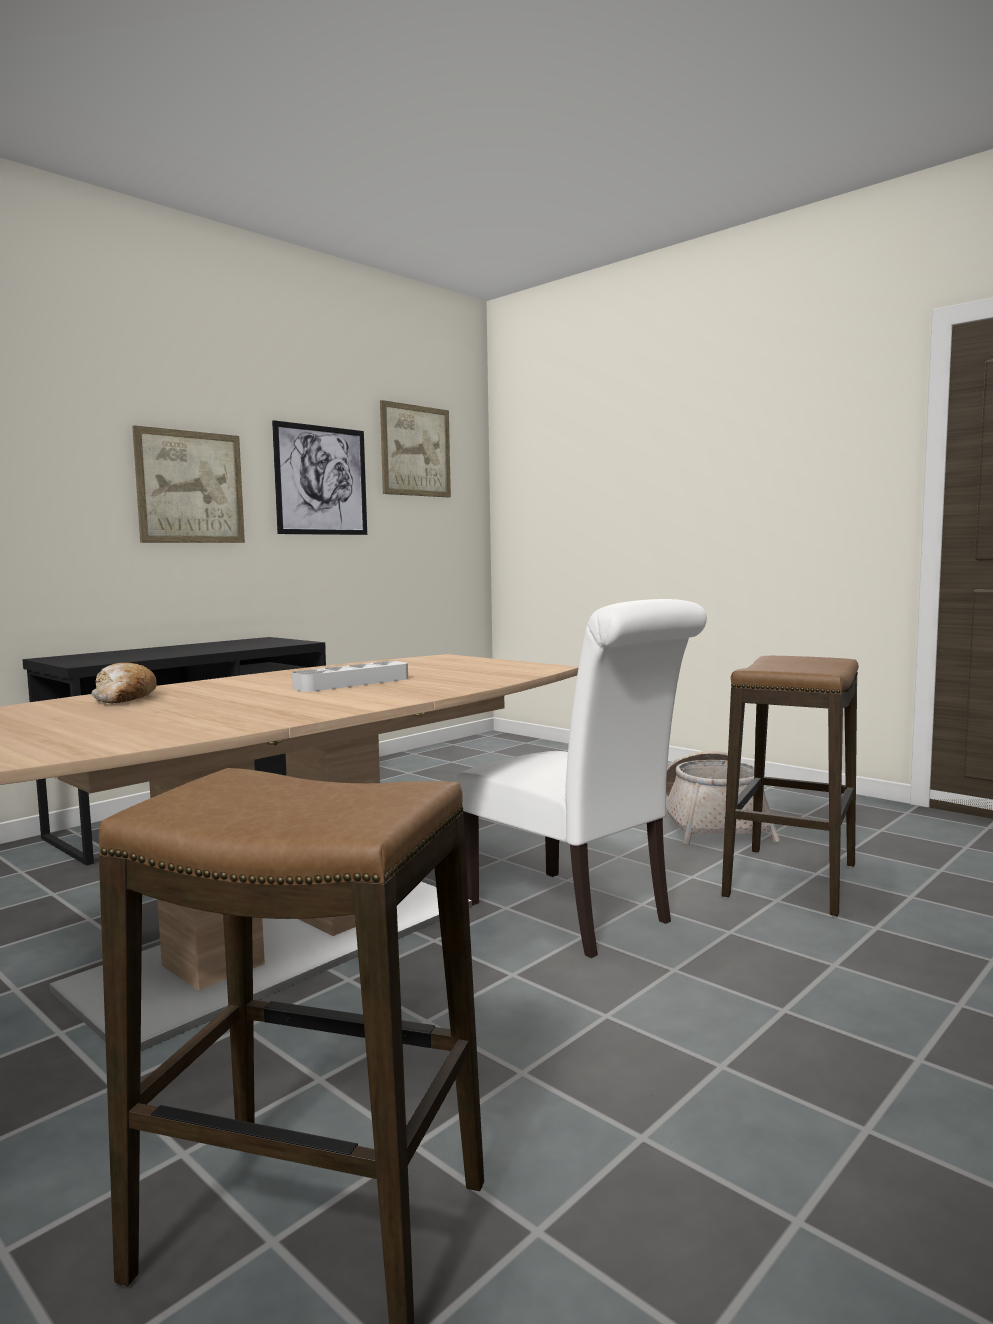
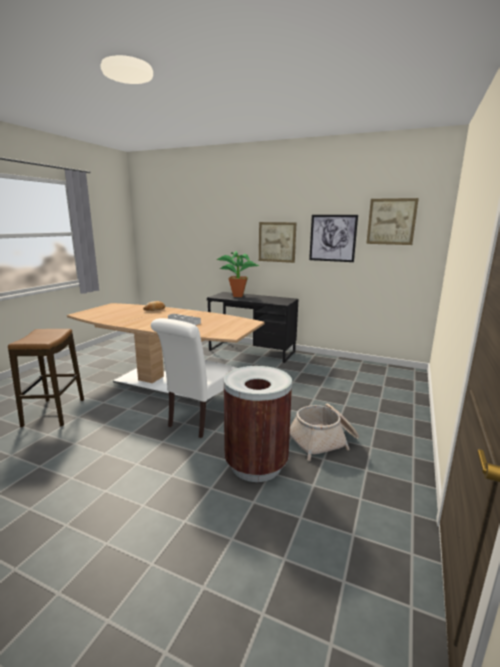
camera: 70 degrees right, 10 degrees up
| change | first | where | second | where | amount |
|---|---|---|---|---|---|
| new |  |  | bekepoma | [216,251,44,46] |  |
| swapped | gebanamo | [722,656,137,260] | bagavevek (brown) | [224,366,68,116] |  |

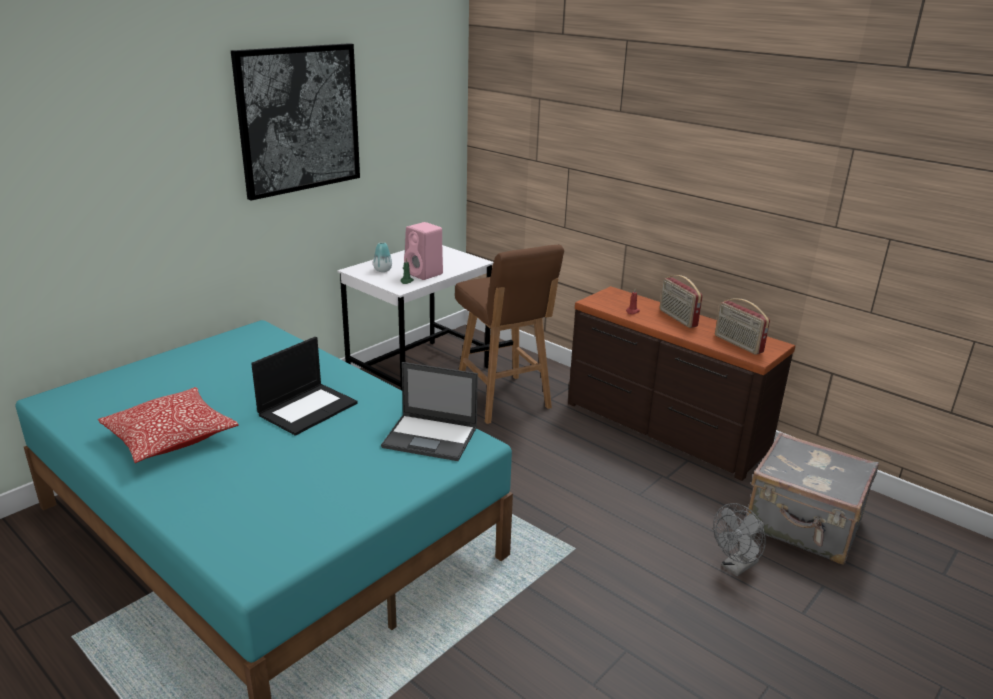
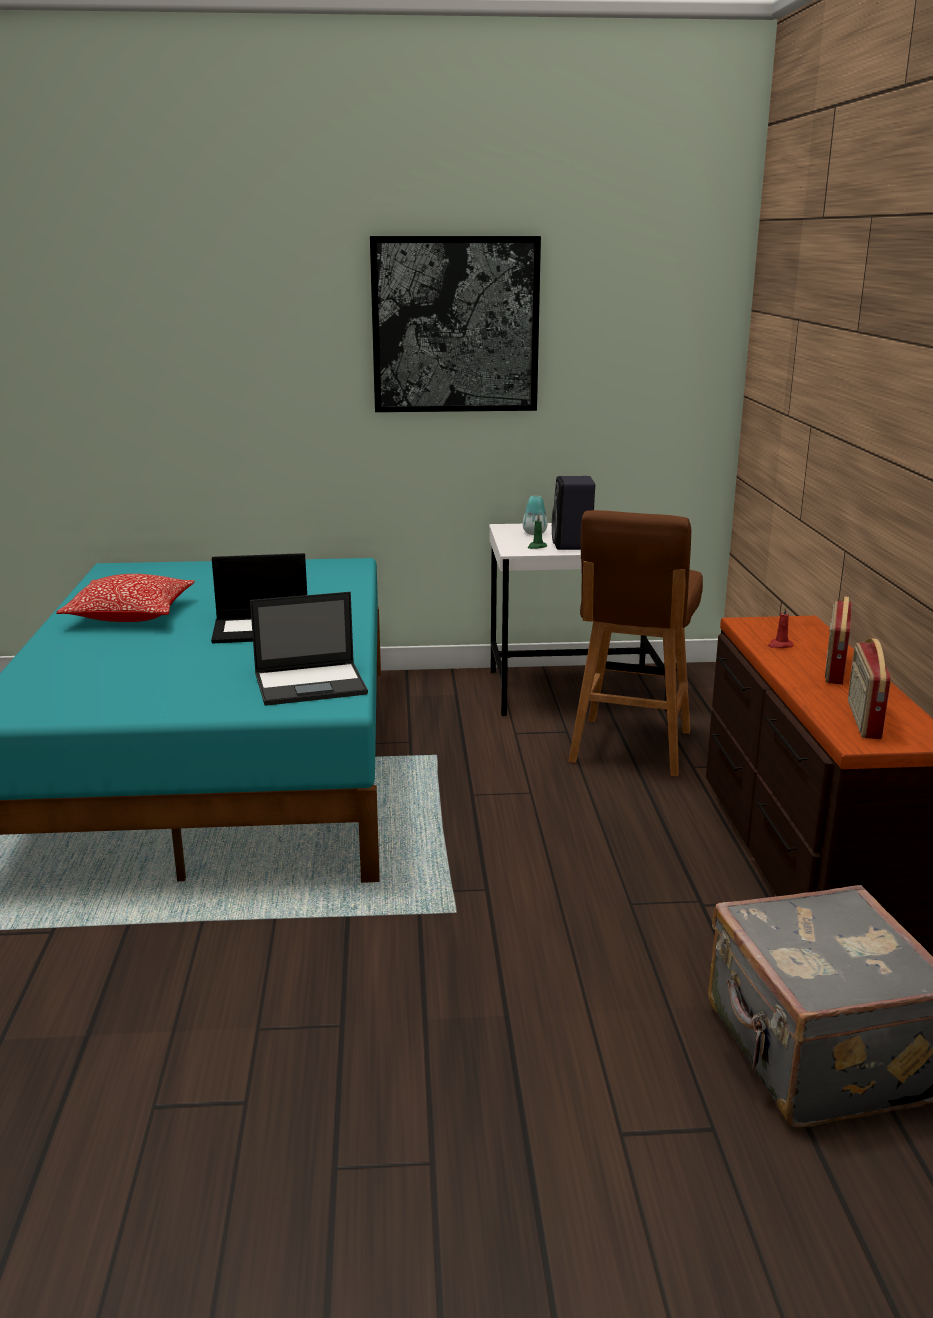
camera: 45 degrees right, 5 degrees down
| change | first | where | second | where | amount |
|---|---|---|---|---|---|
| rotated | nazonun | [381,362,97,99] |  | [250,592,118,114] | 75 degrees counterclockwise |
| repainted | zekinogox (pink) | [404,222,39,58] | zekinogox (black) | [552,476,43,74] |  |
| gone | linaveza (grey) | [713,503,53,73] |  |  |  |

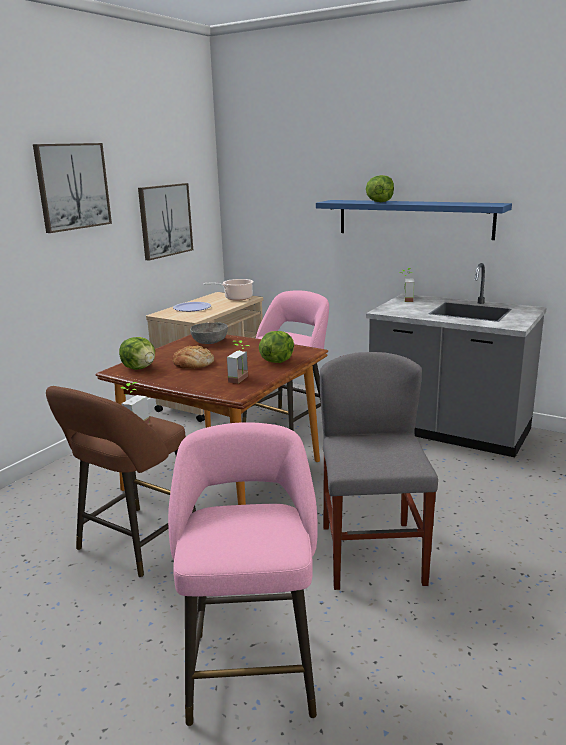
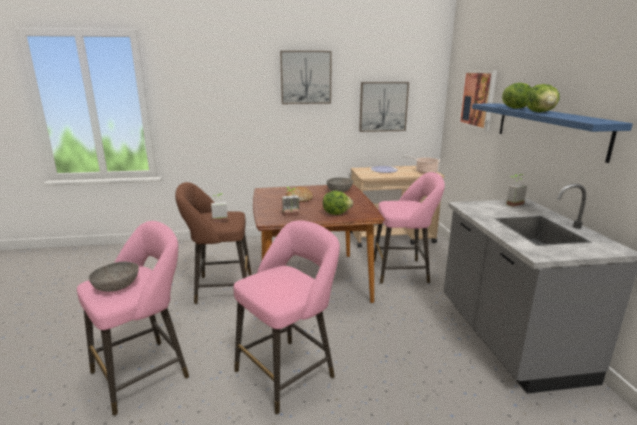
camera: 50 degrees right, 0 degrees up
| change | first | where | second | where | amount |
|---|---|---|---|---|---|
| new |  |  | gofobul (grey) | [89,262,50,30] |  |
| swapped | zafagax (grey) | [320,352,118,238] | gebanamo (pink) | [234,220,106,194] |  |
| new |  |  | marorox | [458,70,39,61] |  |
| shifted | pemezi | [119,337,36,33] |  | [526,84,34,28] |  |

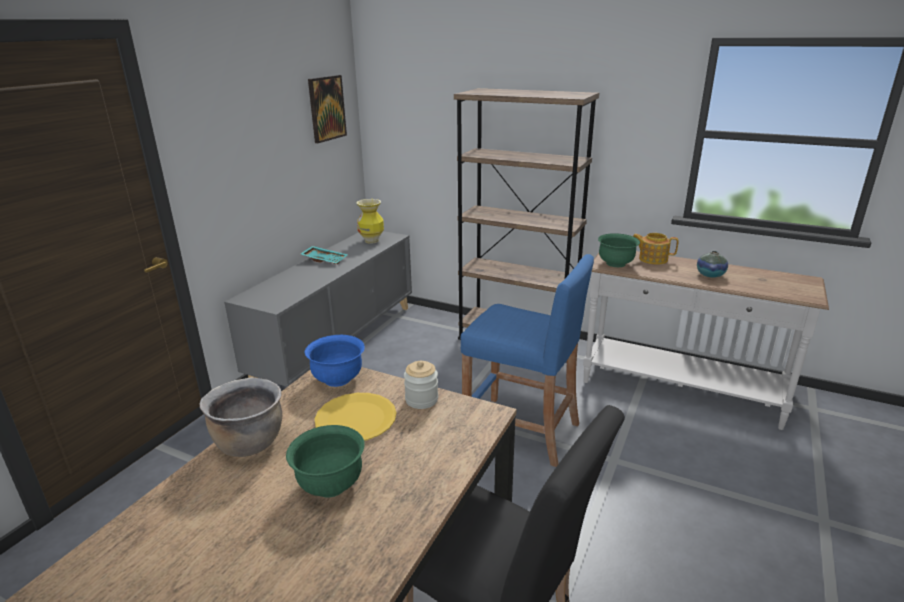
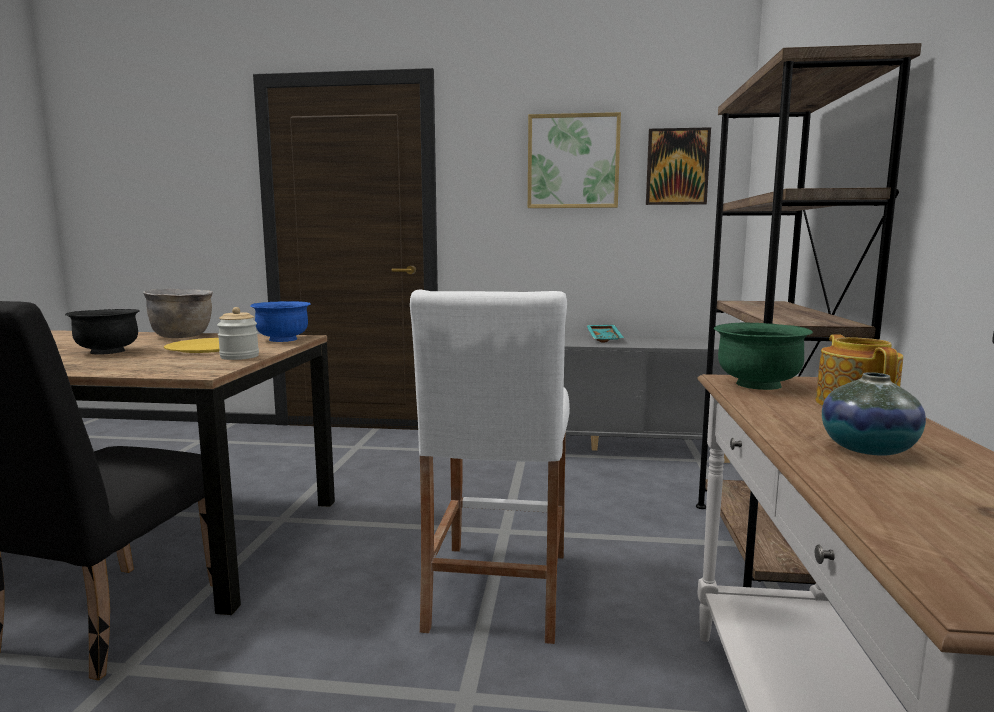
camera: 70 degrees right, 15 degrees down
| change | first | where | second | where | amount |
|---|---|---|---|---|---|
| repainted | gofobul (green) | [286,425,79,73] | gofobul (black) | [65,309,75,46] |  |
| repainted | gebanamo (blue) | [461,254,133,213] | gebanamo (white) | [410,289,160,355] |  |
| new |  |  | marorox | [528,112,93,96] |  |
| gone | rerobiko | [356,199,28,45] |  |  |  |

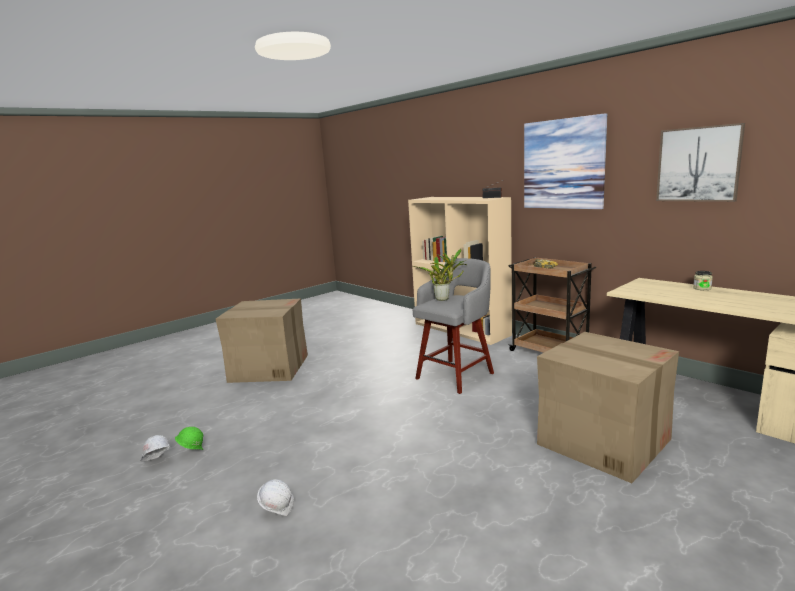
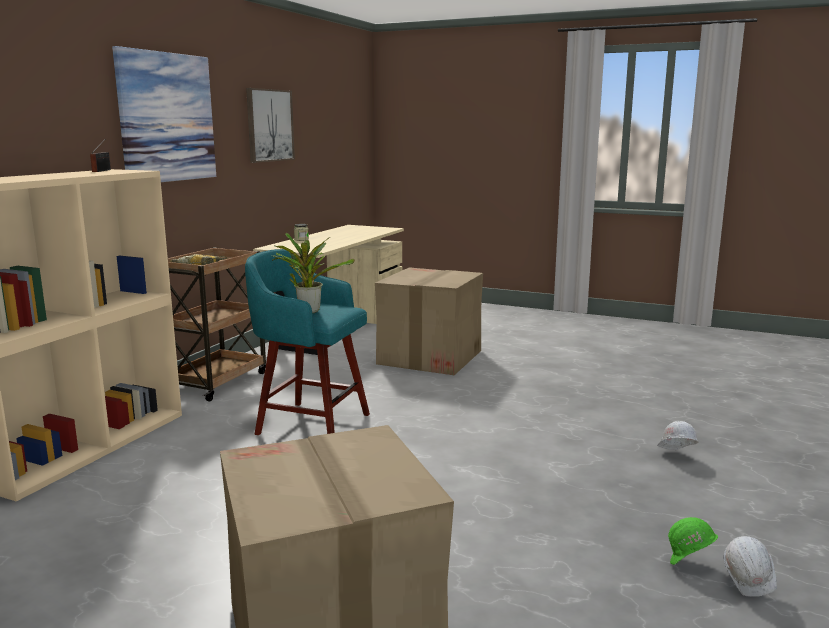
camera: 115 degrees left, 0 degrees up
| change | first | where | second | where | amount |
|---|---|---|---|---|---|
| repainted | gebanamo (grey) | [412,258,82,136] | gebanamo (turquoise) | [245,249,125,186] |  |

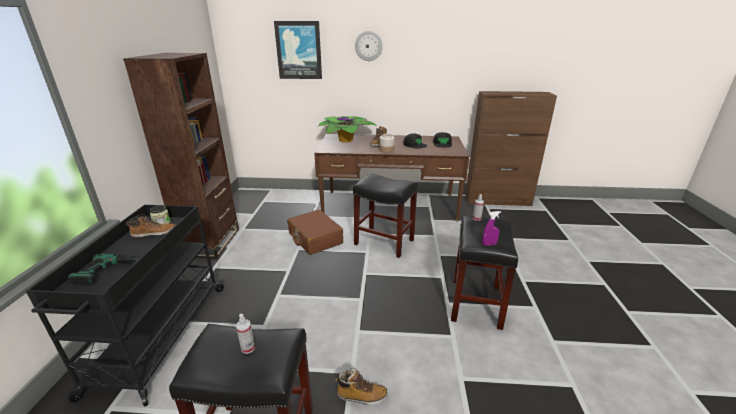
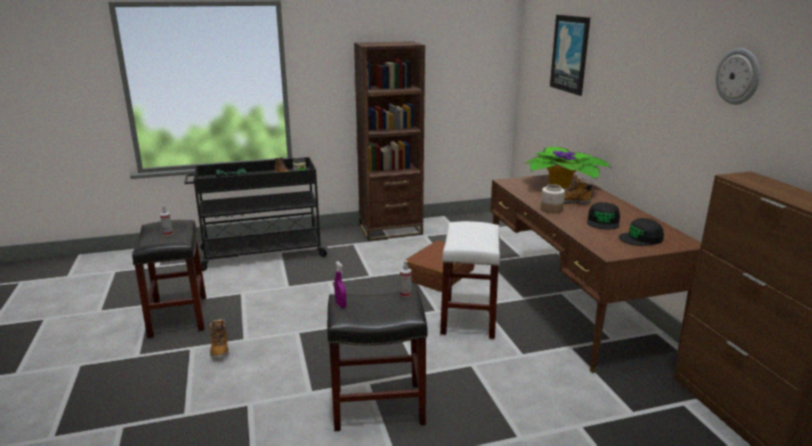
camera: 70 degrees right, 5 degrees down
| change | first | where | second | where | amount |
|---|---|---|---|---|---|
| repainted | gebanamo (black) | [353,174,65,84] | gebanamo (white) | [440,221,60,118] |  |
| shifted | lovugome | [355,31,28,30] |  | [716,48,44,57] |  |

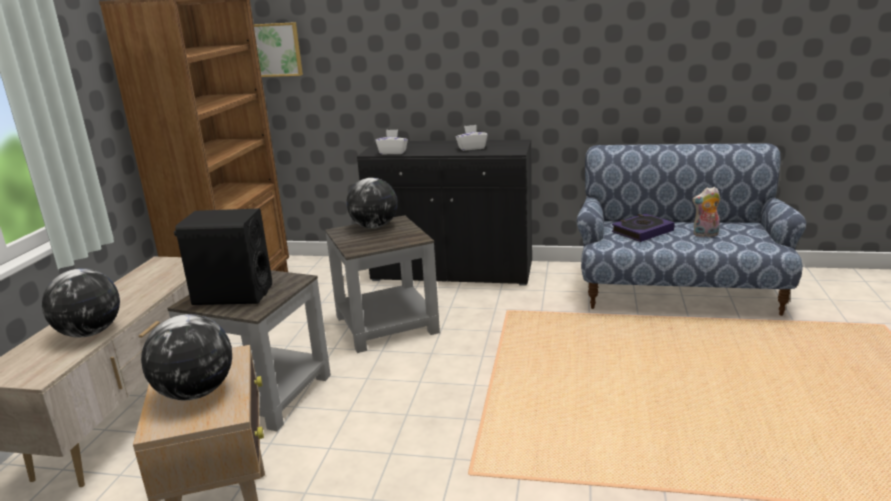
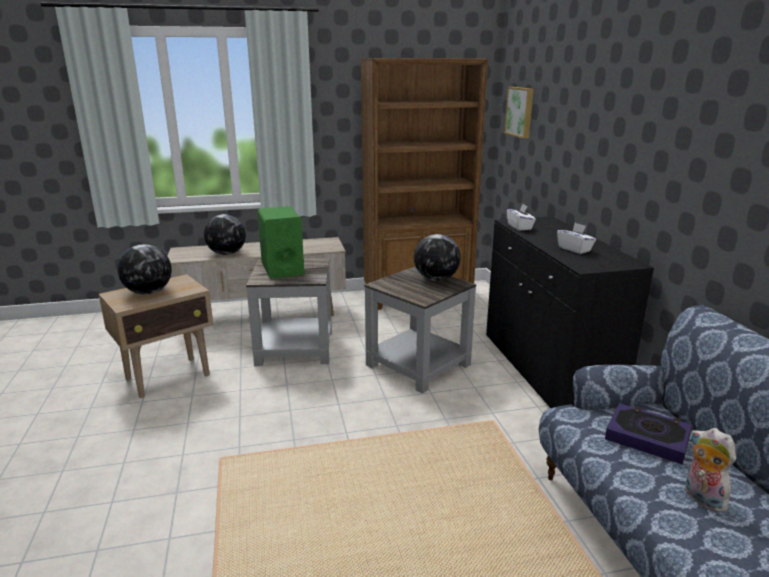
camera: 65 degrees right, 0 degrees up
| change | first | where | second | where | amount |
|---|---|---|---|---|---|
| repainted | zekinogox (black) | [174,208,98,97] | zekinogox (green) | [257,206,47,73] |  |

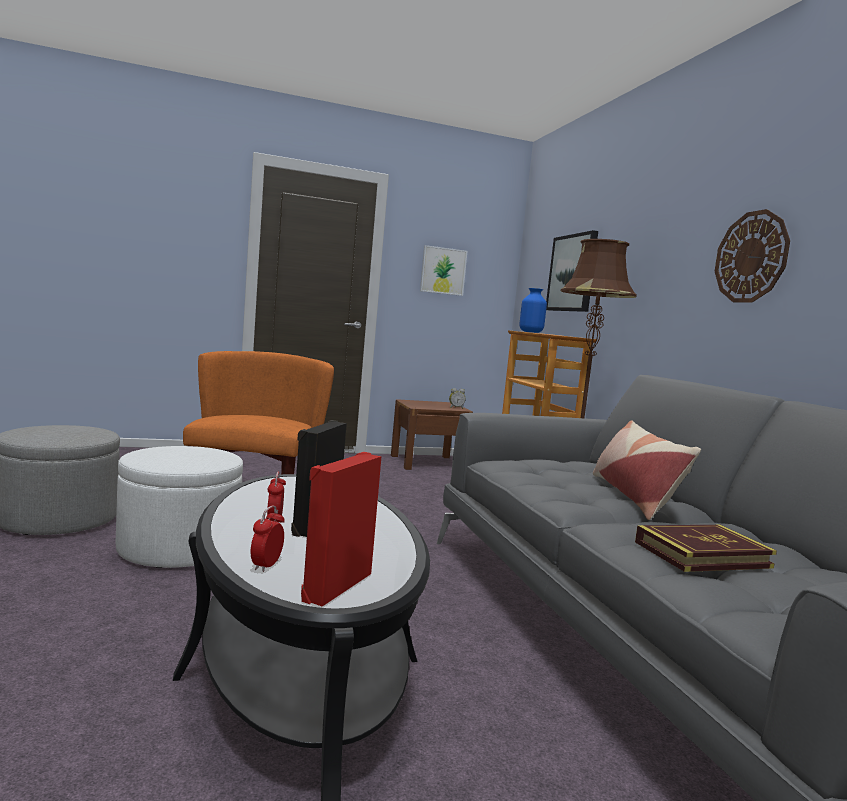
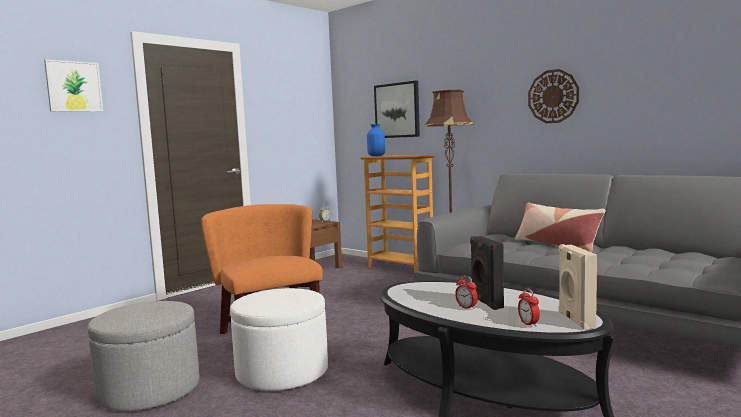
camera: 30 degrees left, 0 degrees up
| change | first | where | second | where | amount |
|---|---|---|---|---|---|
| shifted | marorox | [420,245,48,51] |  | [44,59,59,53] |  |
| repainted | zekinogox (red) | [301,452,81,154] | zekinogox (beige) | [558,244,39,85] |  |
| gone | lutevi | [635,525,142,47] |  |  |  |

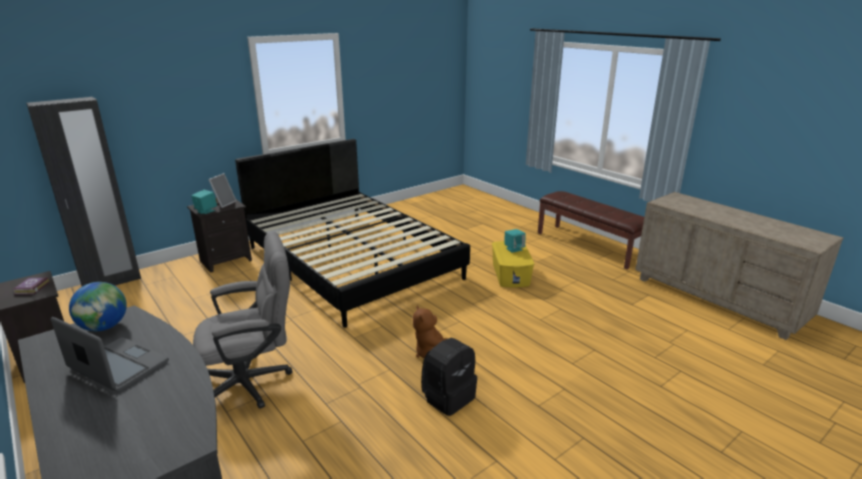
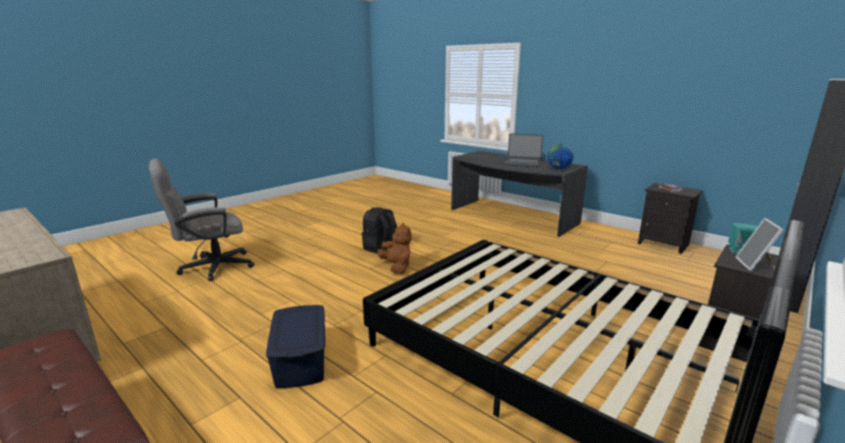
camera: 170 degrees right, 5 degrees down
| change | first | where | second | where | amount |
|---|---|---|---|---|---|
| shifted | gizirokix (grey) | [193,232,100,177] |  | [149,159,105,122] |  |
| repainted | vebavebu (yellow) | [492,241,42,46] | vebavebu (blue) | [266,305,59,83] |  |
| gone | zekinogox (turquoise) | [505,229,21,24] |  |  |  |

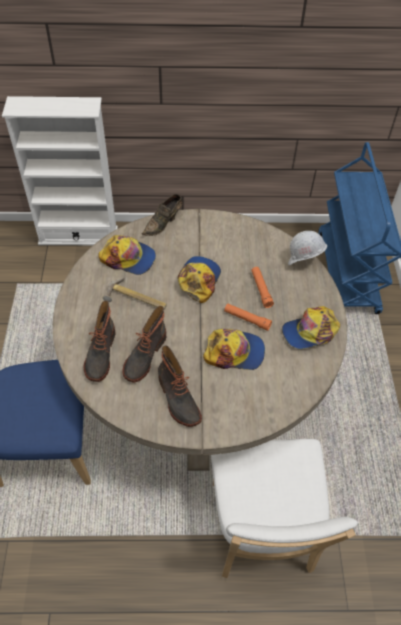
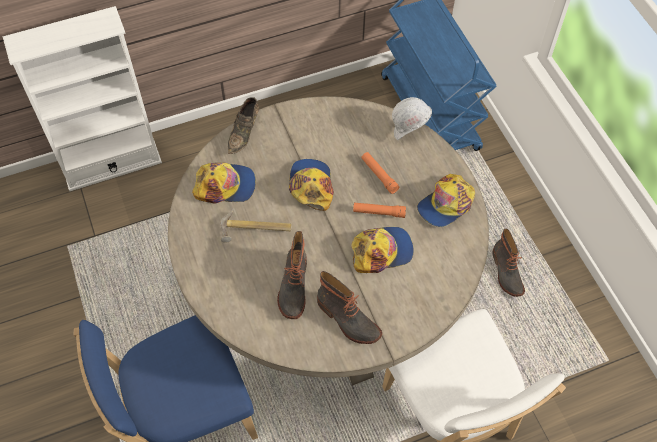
camera: 20 degrees left, 5 degrees up
| change | first | where | second | where | amount |
|---|---|---|---|---|---|
| shifted | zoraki | [84,301,31,81] |  | [492,228,33,69] |  |

